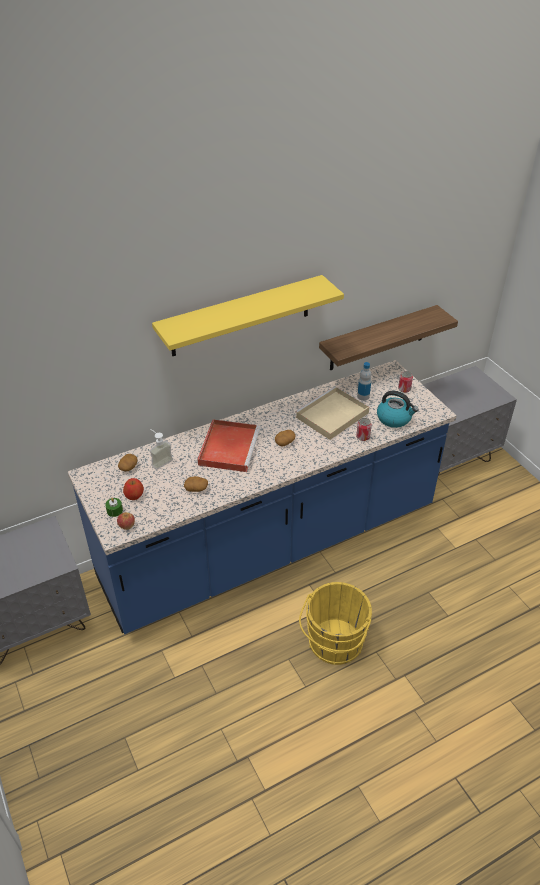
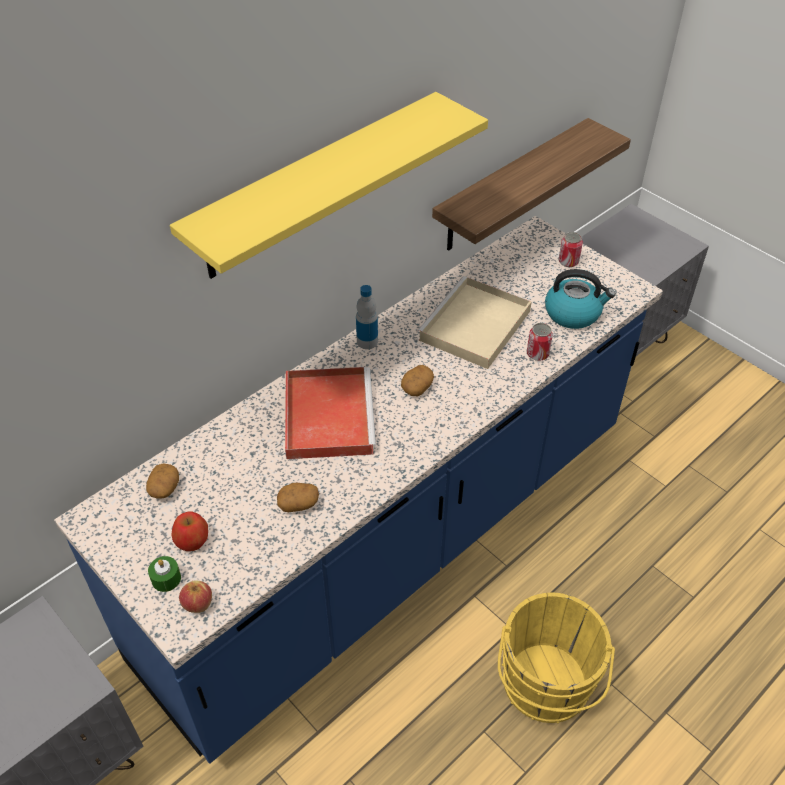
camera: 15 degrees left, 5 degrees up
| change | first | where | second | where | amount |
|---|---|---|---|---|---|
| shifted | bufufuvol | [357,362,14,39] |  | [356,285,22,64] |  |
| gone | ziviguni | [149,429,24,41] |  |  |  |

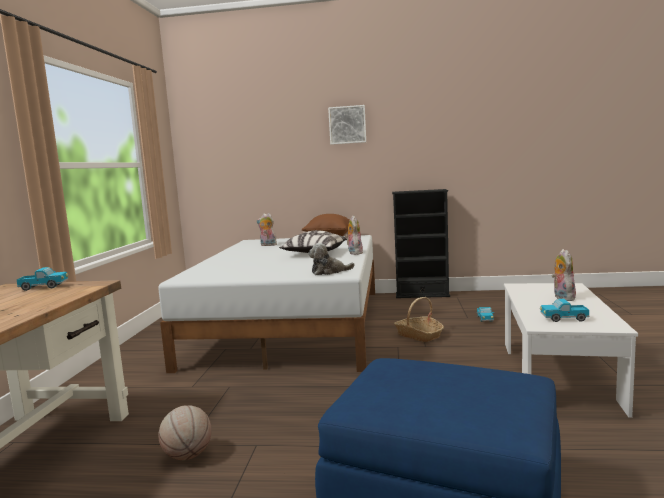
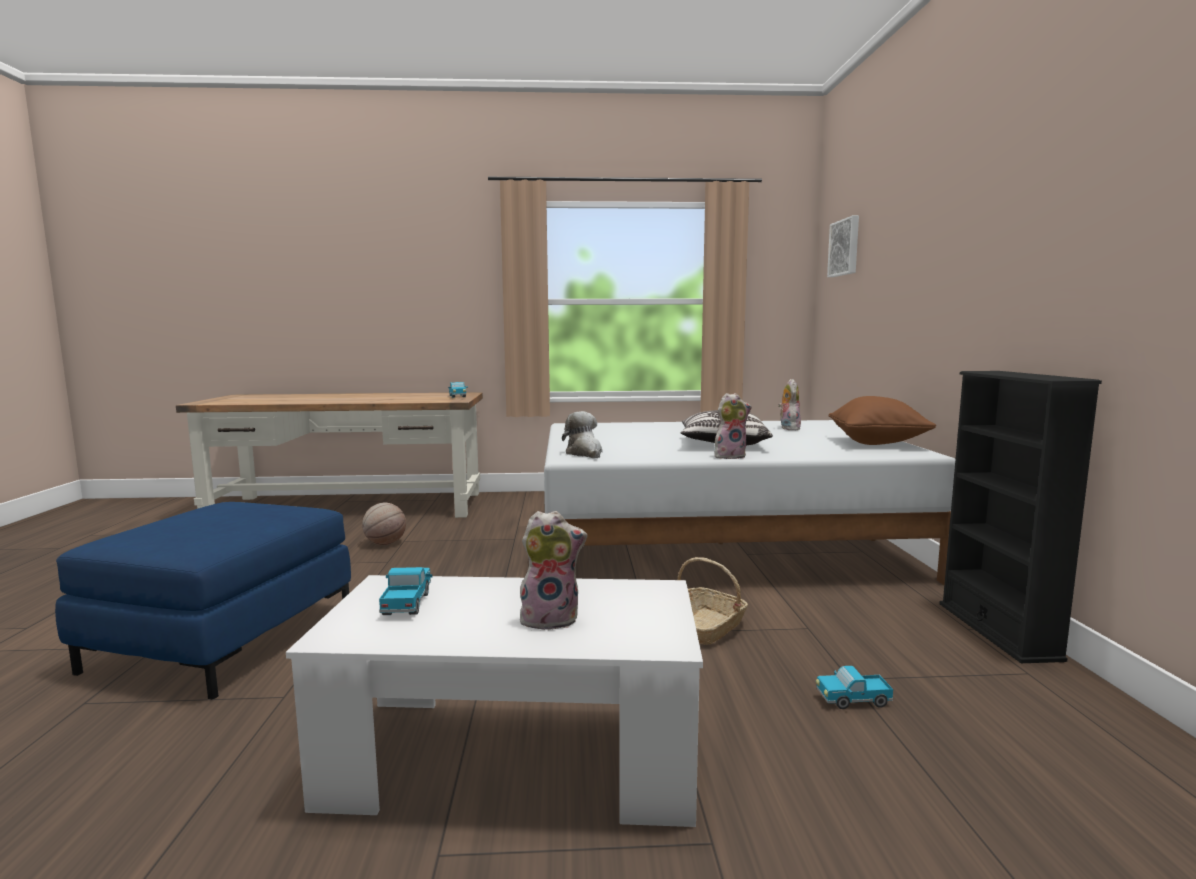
camera: 80 degrees right, 0 degrees up
| change | first | where | second | where | amount |
|---|---|---|---|---|---|
| shifted | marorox | [328,105,38,40] |  | [827,215,32,62] |  |

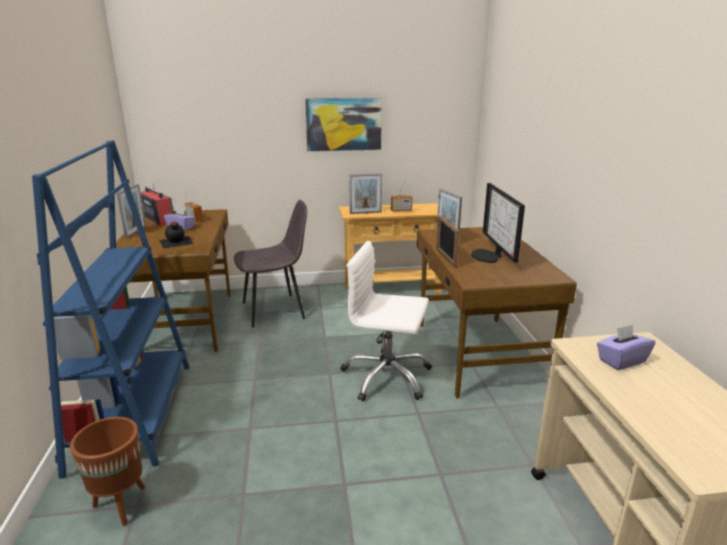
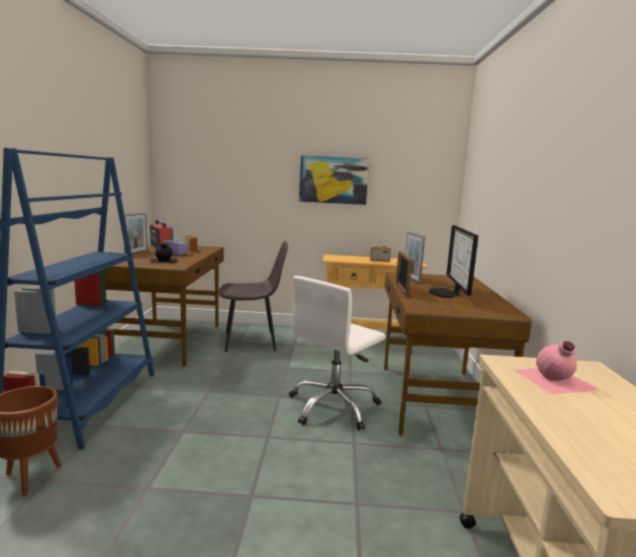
camera: 10 degrees right, 10 degrees down
| change | first | where | second | where | amount |
|---|---|---|---|---|---|
| rotated | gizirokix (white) | [340,241,92,160] |  | [289,276,97,154] | 75 degrees counterclockwise |
| swapped | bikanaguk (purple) | [597,325,58,45] | bufufuvol (pink) | [515,341,86,53] |  |
| gone | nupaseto | [349,173,33,41] |  |  |  |

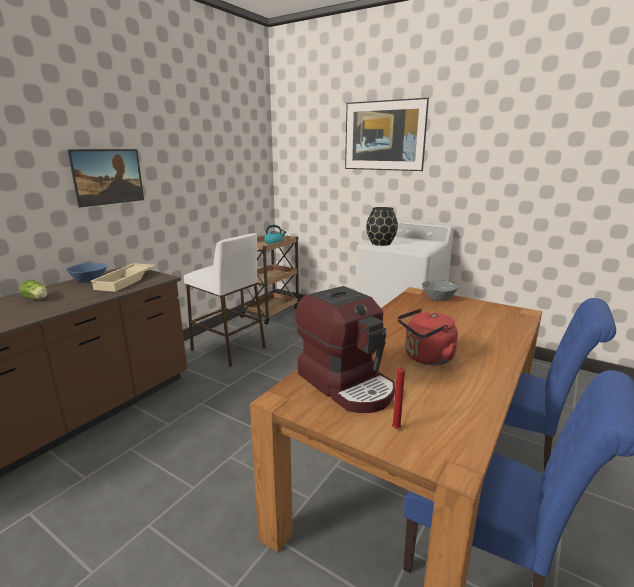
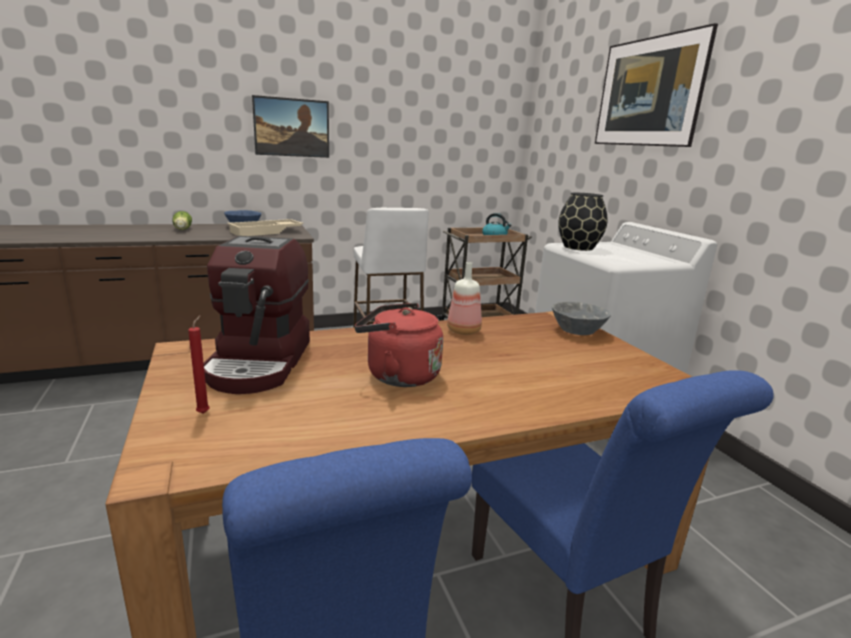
camera: 35 degrees right, 0 degrees up
| change | first | where | second | where | amount |
|---|---|---|---|---|---|
| new |  |  | bufufuvol | [447,262,35,73] |  |

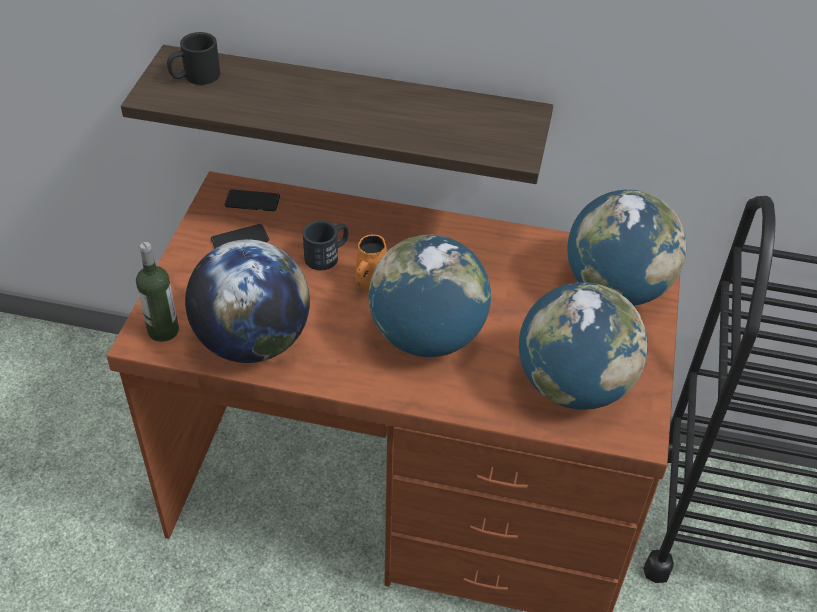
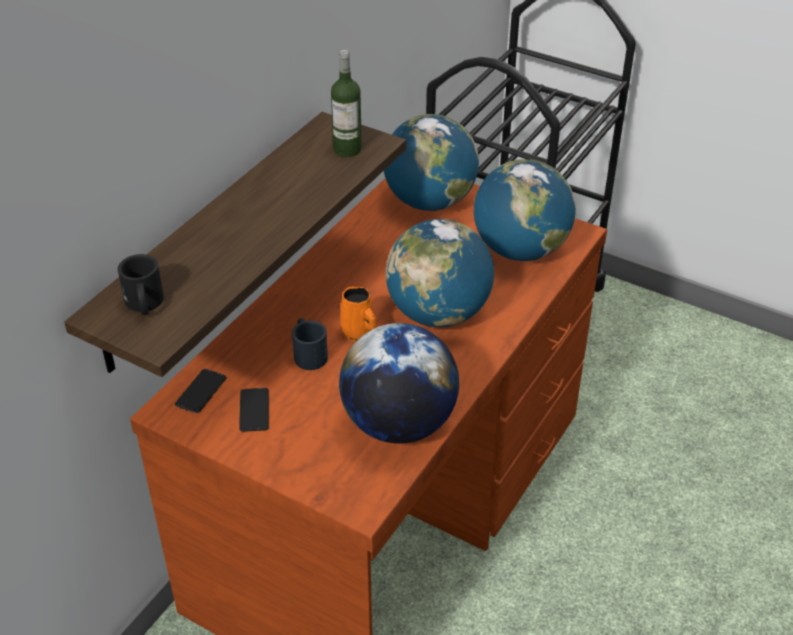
camera: 70 degrees left, 5 degrees down
| change | first | where | second | where | amount |
|---|---|---|---|---|---|
| shifted | bufufuvol | [136,242,43,100] |  | [331,50,31,107] |  |

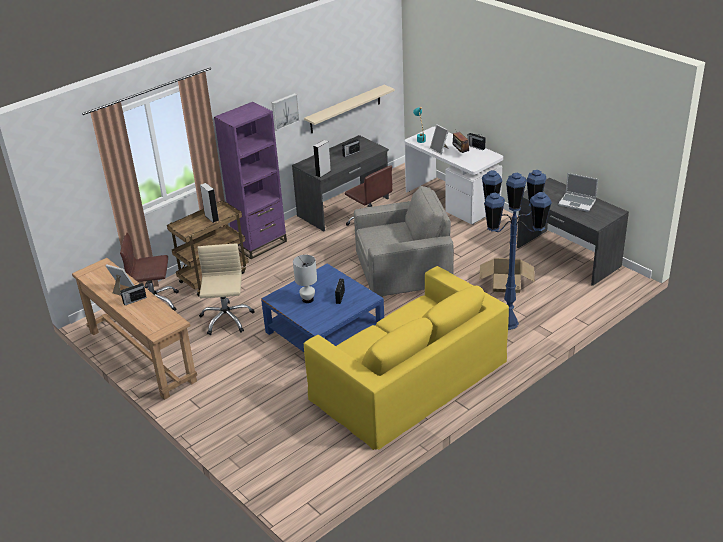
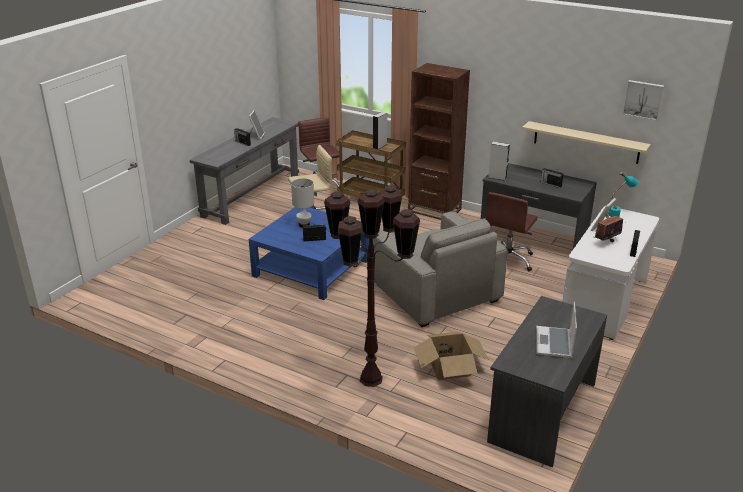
camera: 70 degrees right, 5 degrees down
| change | first | where | second | where | amount |
|---|---|---|---|---|---|
| repainted | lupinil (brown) | [72,258,125,142] | lupinil (grey) | [190,117,109,108] |  |
| repainted | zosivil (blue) | [482,170,70,160] | zosivil (brown) | [324,185,96,202] |  |
| repainted | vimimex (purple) | [214,102,73,157] | vimimex (brown) | [408,63,62,157] |  |
| shifted | marorox | [271,93,29,38] |  | [623,80,42,40] |  |
| gone | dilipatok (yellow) | [304,266,205,184] |  |  |  |

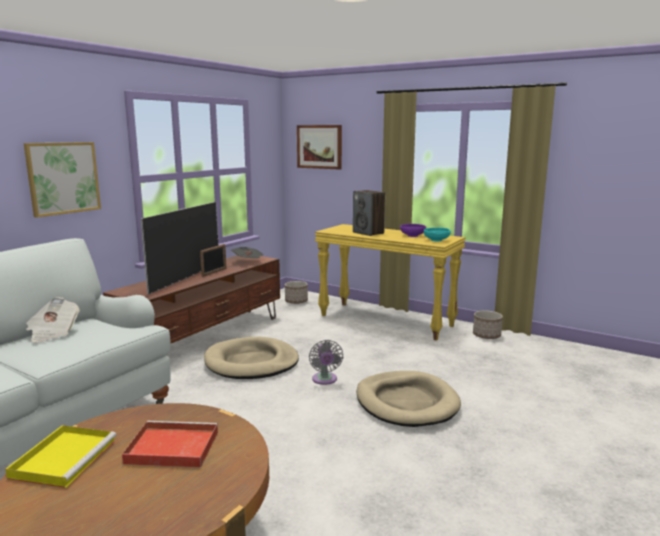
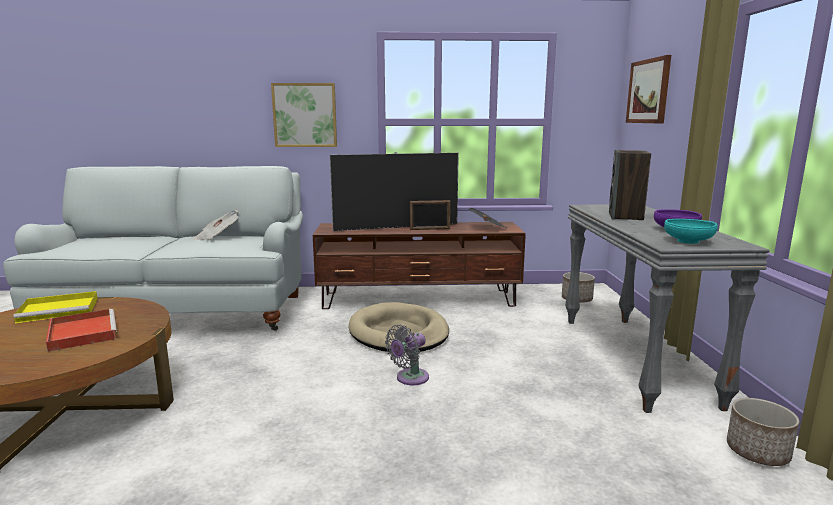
camera: 55 degrees right, 0 degrees up
| change | first | where | second | where | amount |
|---|---|---|---|---|---|
| repainted | lupinil (yellow) | [315,224,150,117] | lupinil (grey) | [565,204,205,209] |  |
| gone | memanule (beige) | [356,371,105,56] |  |  |  |

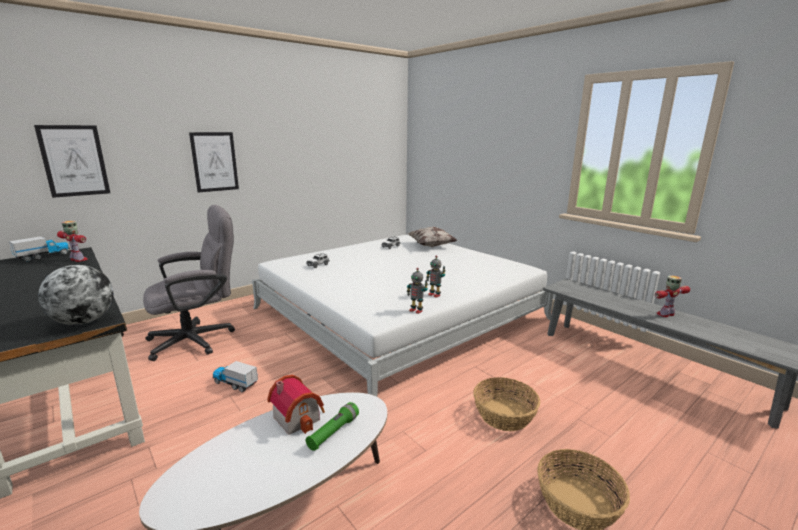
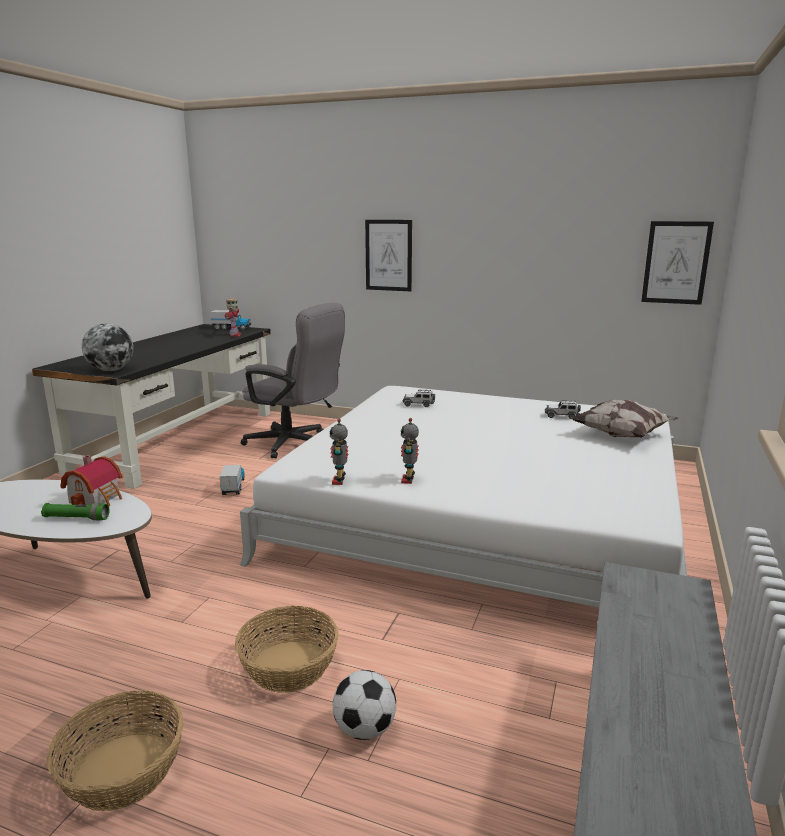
camera: 60 degrees right, 0 degrees up
| change | first | where | second | where | amount |
|---|---|---|---|---|---|
| new |  |  | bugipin | [333,670,63,70] |  |
| shifted | marorox | [34,125,76,73] |  | [641,221,73,84] |  |
| gone | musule | [655,276,35,41] |  |  |  |

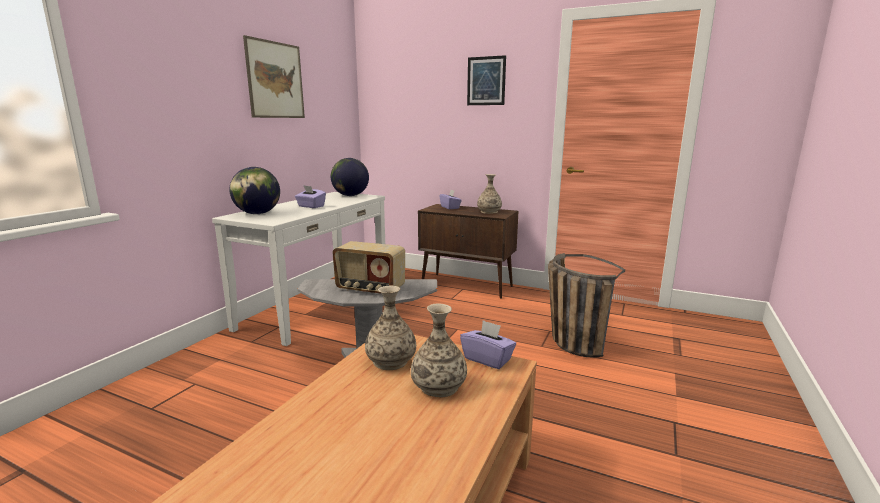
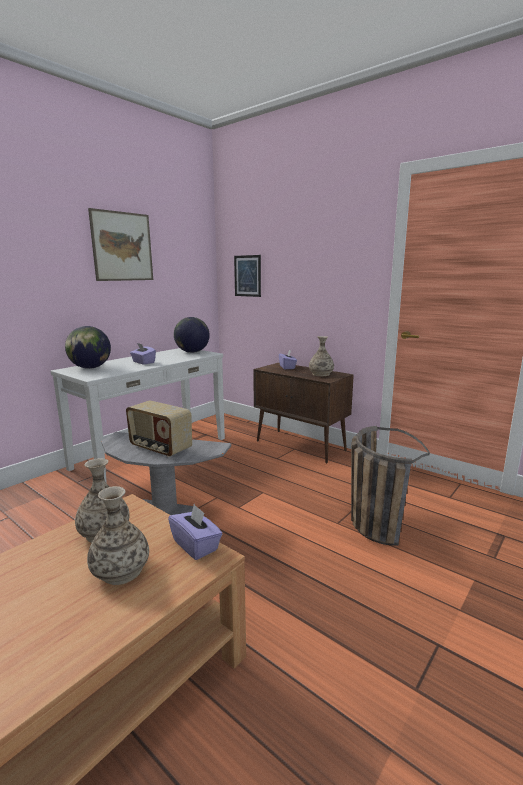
camera: 15 degrees right, 0 degrees up
| change | first | where | second | where | amount |
|---|---|---|---|---|---|
| shifted | marorox | [467,55,39,50] |  | [234,255,27,42] |  |

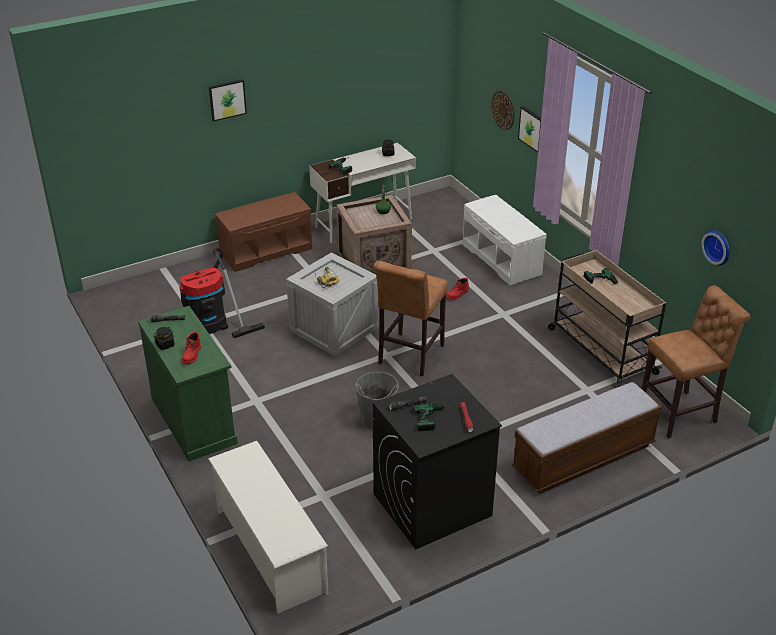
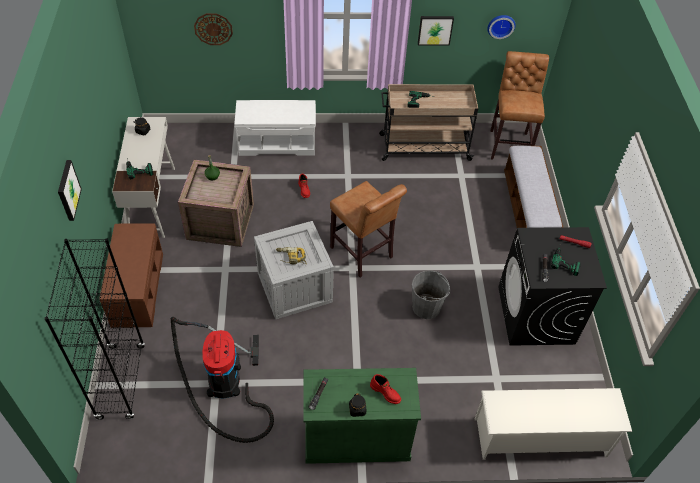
camera: 65 degrees left, 15 degrees up
| change | first | where | second | where | amount |
|---|---|---|---|---|---|
| new |  |  | vimimex (black) | [44,238,101,182] |  |
| shifted | marorox | [518,106,23,46] |  | [418,16,36,30] |  |

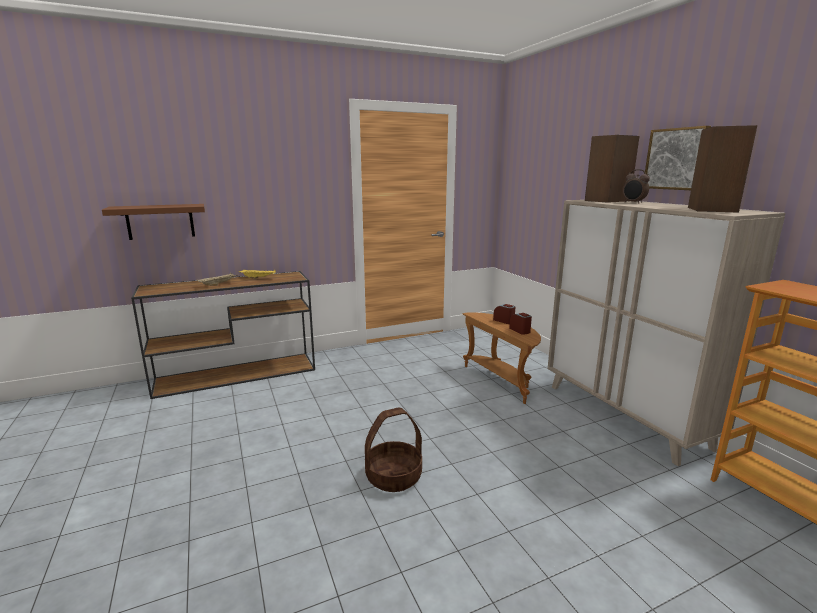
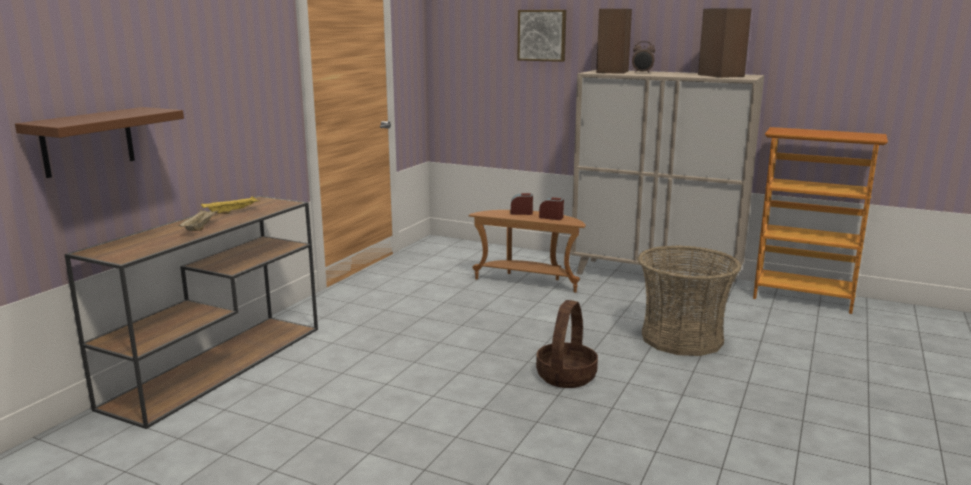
camera: 40 degrees left, 0 degrees up
| change | first | where | second | where | amount |
|---|---|---|---|---|---|
| shifted | marorox | [645,126,66,64] |  | [517,10,49,52] |  |
| new |  |  | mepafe | [638,245,104,111] |  |

